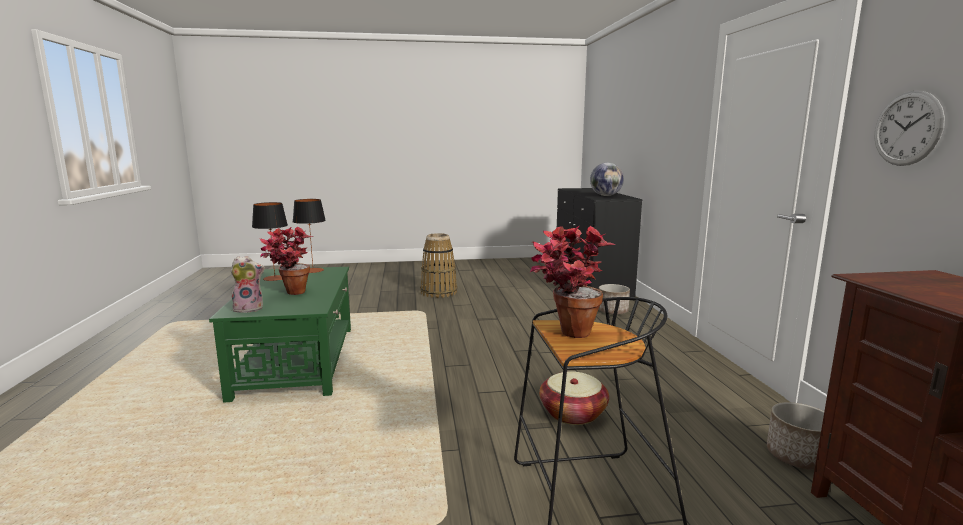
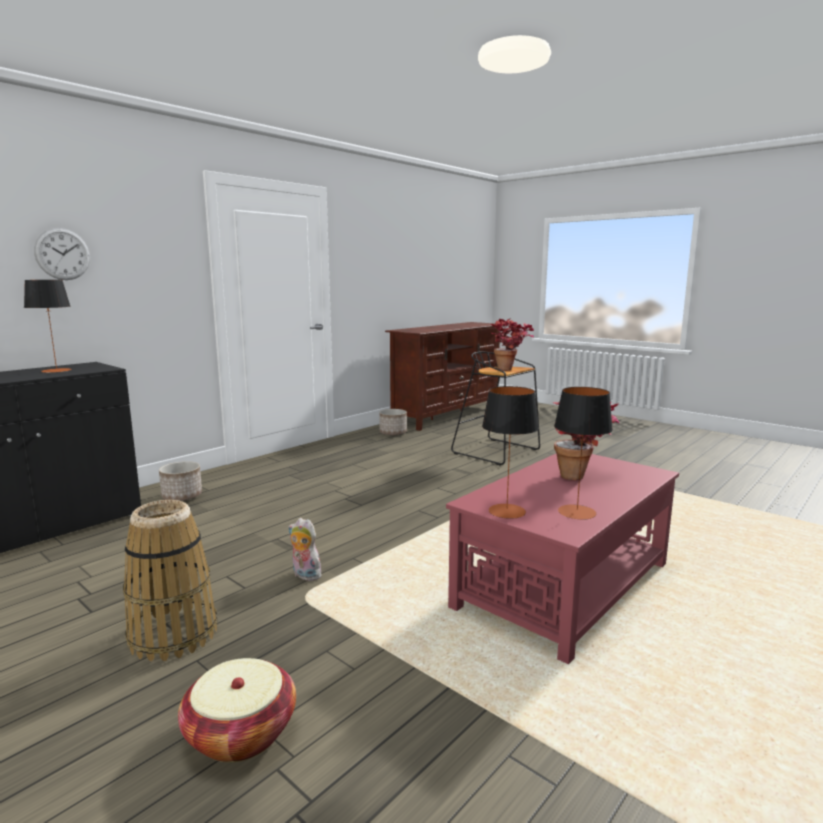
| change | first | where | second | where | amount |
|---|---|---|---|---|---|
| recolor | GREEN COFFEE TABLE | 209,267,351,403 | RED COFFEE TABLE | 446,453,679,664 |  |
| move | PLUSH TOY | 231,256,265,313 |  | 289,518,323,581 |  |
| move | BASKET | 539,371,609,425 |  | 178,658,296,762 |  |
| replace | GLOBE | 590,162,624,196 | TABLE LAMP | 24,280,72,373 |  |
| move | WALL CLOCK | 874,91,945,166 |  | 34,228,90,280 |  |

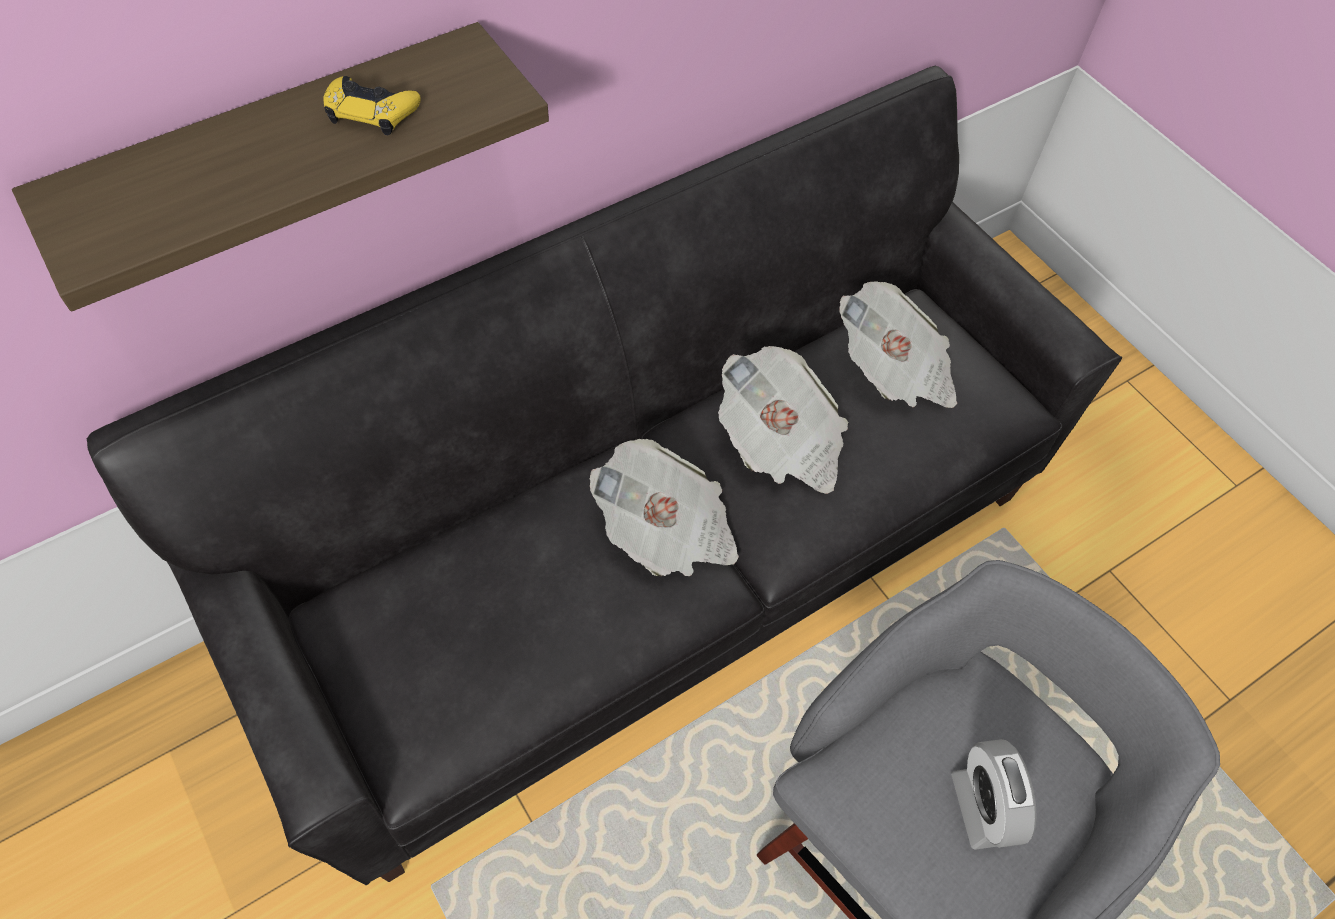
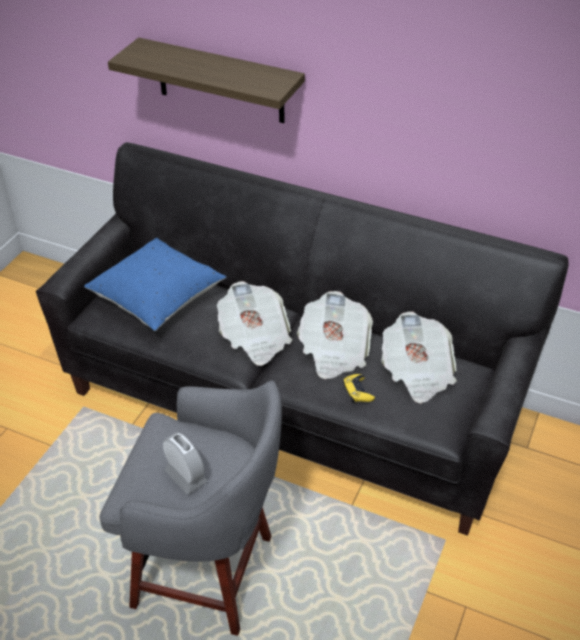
| change | first | where | second | where | amount |
|---|---|---|---|---|---|
| move | YELLOW GAME CONTROLLER | 324,76,421,135 |  | 343,374,375,403 |  |
| rotate | ALARM CLOCK | 951,739,1037,850 |  | 163,432,207,494 | 90 degrees clockwise |
| insert |  |  | BLUE PILLOW | 84,238,226,331 |  |

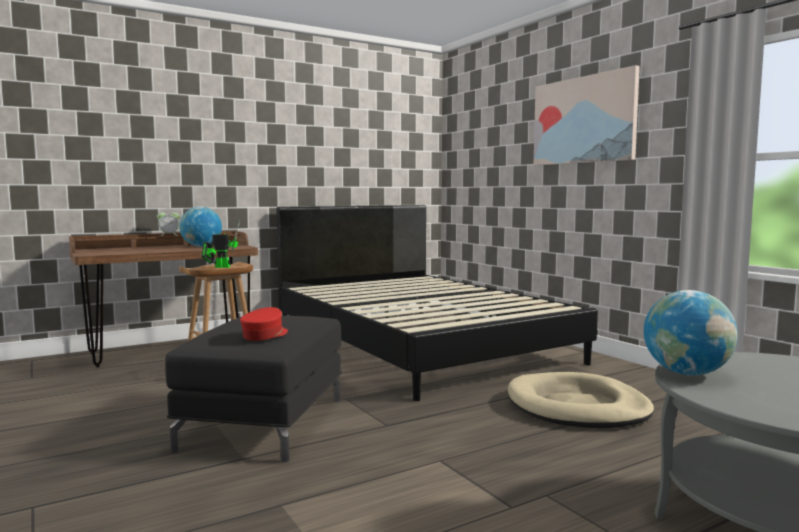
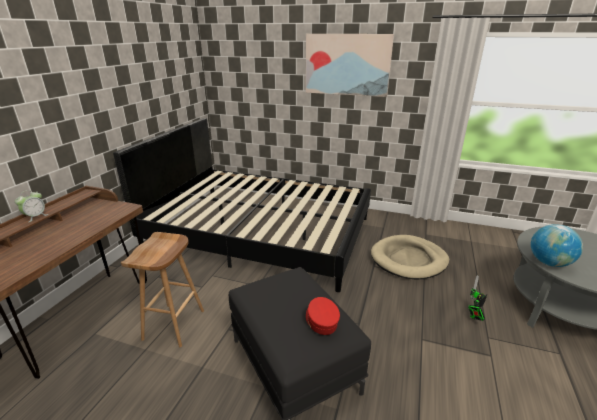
| change | first | where | second | where | amount |
|---|---|---|---|---|---|
| delete | GLOBE | 179,206,222,247 |  |  |  |
| move | TOY ROBOT | 202,219,240,268 |  | 468,275,487,321 |  |

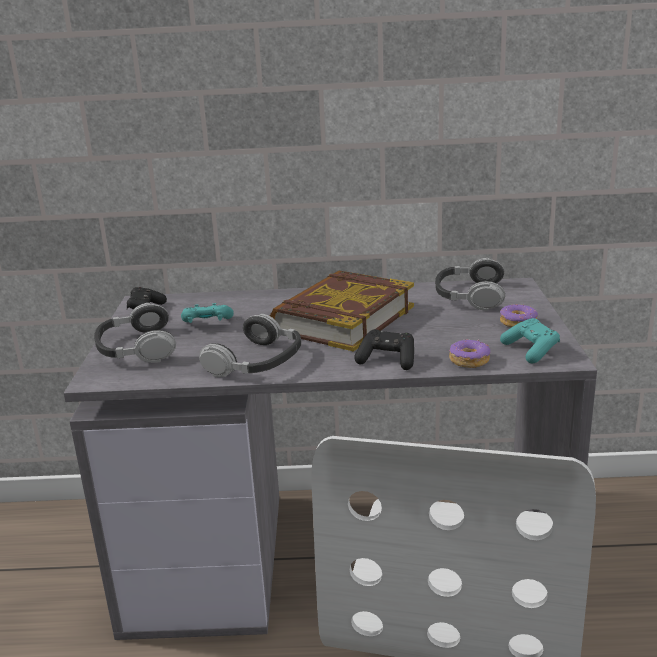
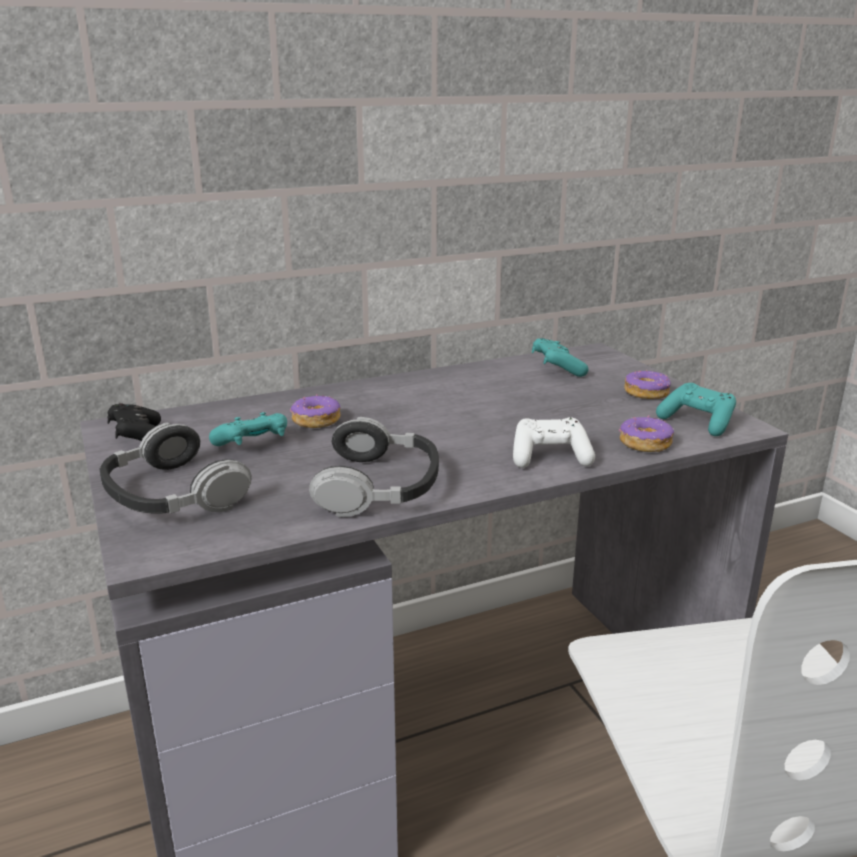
| change | first | where | second | where | amount |
|---|---|---|---|---|---|
| delete | BOOK | 270,270,414,352 |  |  |  |
| recolor | BLACK GAME CONTROLLER | 354,329,414,370 | WHITE GAME CONTROLLER | 513,417,595,468 |  |
| replace | HEADPHONES | 435,258,505,311 | TURQUOISE GAME CONTROLLER | 532,338,589,377 |  |
| insert |  |  | DONUT | 290,394,341,428 |  |

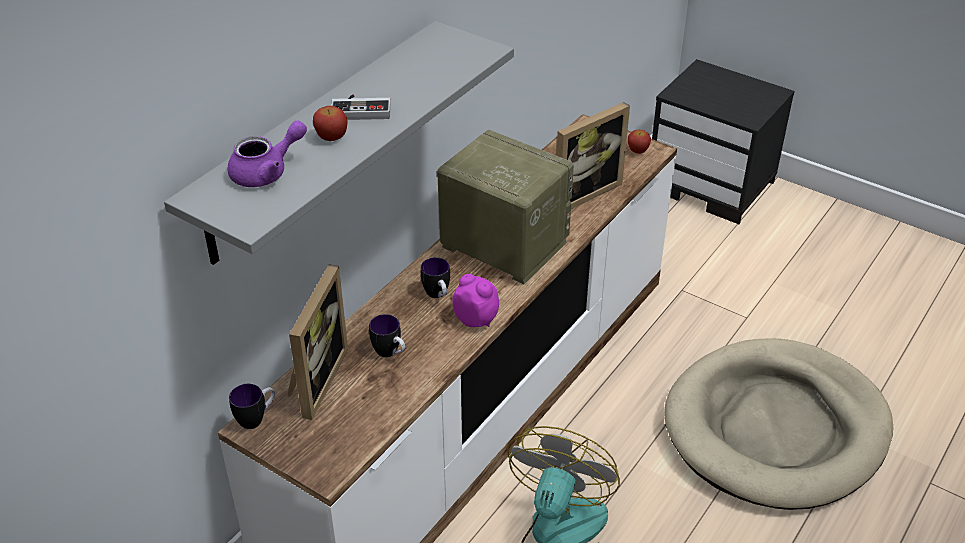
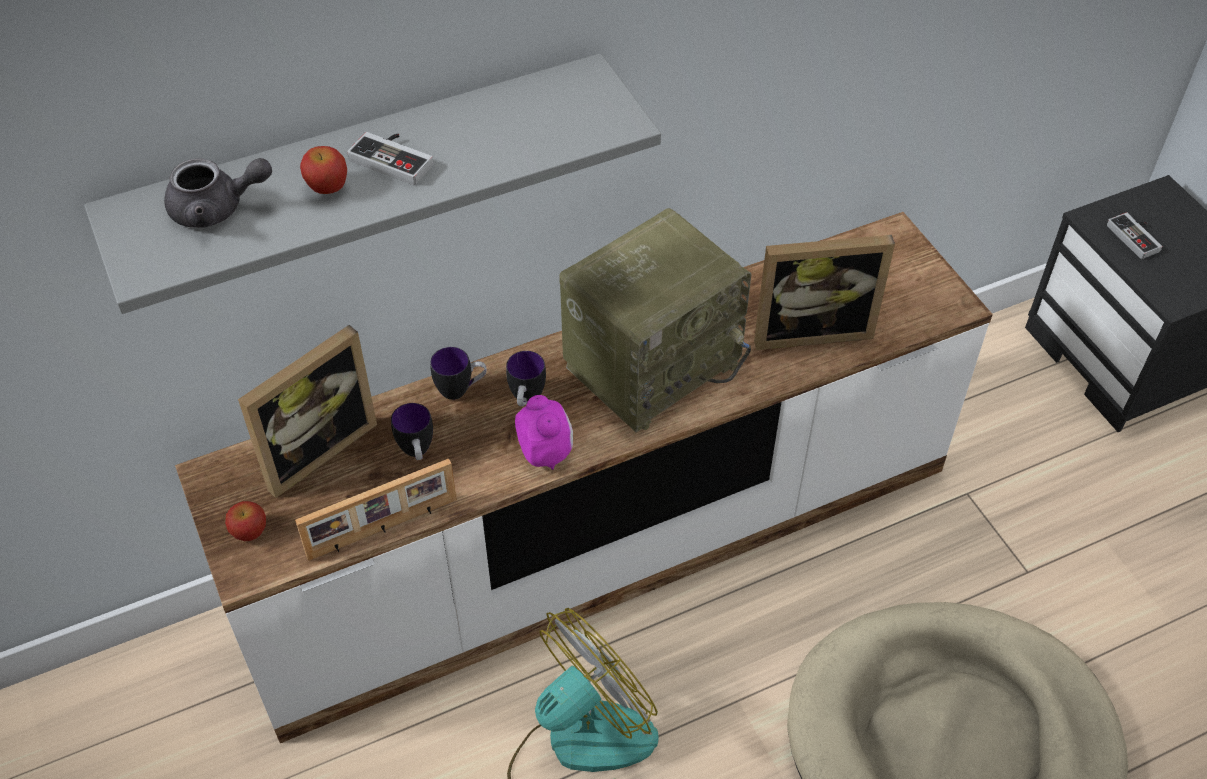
| change | first | where | second | where | amount |
|---|---|---|---|---|---|
| recolor | PURPLE TEAPOT | 227,121,307,187 | GREY TEAPOT | 164,158,272,228 |  |
| move | MUG | 229,384,275,429 |  | 430,347,487,400 |  |
| rotate | RADIO | 437,130,574,285 |  | 559,208,752,432 | 75 degrees clockwise |
| move | APPLE | 628,130,651,154 |  | 225,501,266,541 |  |
| insert |  |  | PICTURE FRAME | 295,458,457,561 |  |
| insert |  |  | GAME CONTROLLER | 1107,212,1162,259 |  |

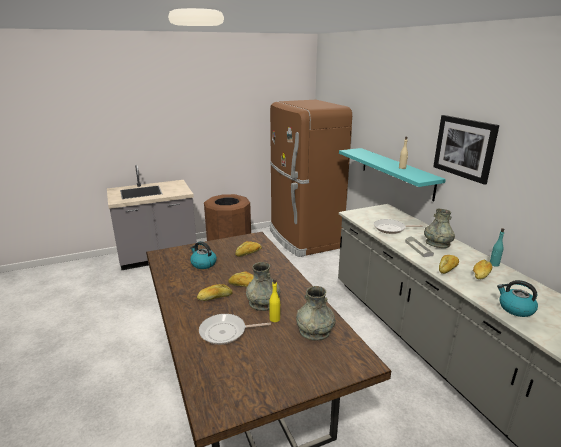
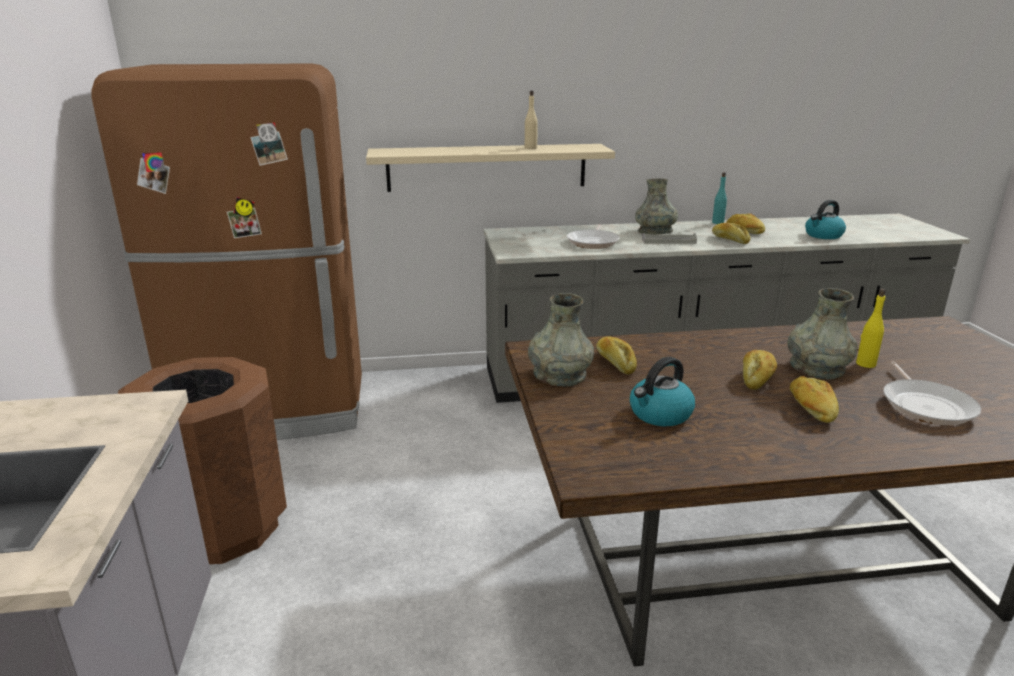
| change | first | where | second | where | amount |
|---|---|---|---|---|---|
| move | GREY VASE | 296,286,336,341 |  | 528,293,594,387 |  |
| recolor | TURQUOISE SHELF | 339,148,446,201 | BEIGE SHELF | 366,144,615,192 |  |
| delete | PICTURE | 433,115,499,185 |  |  |  |

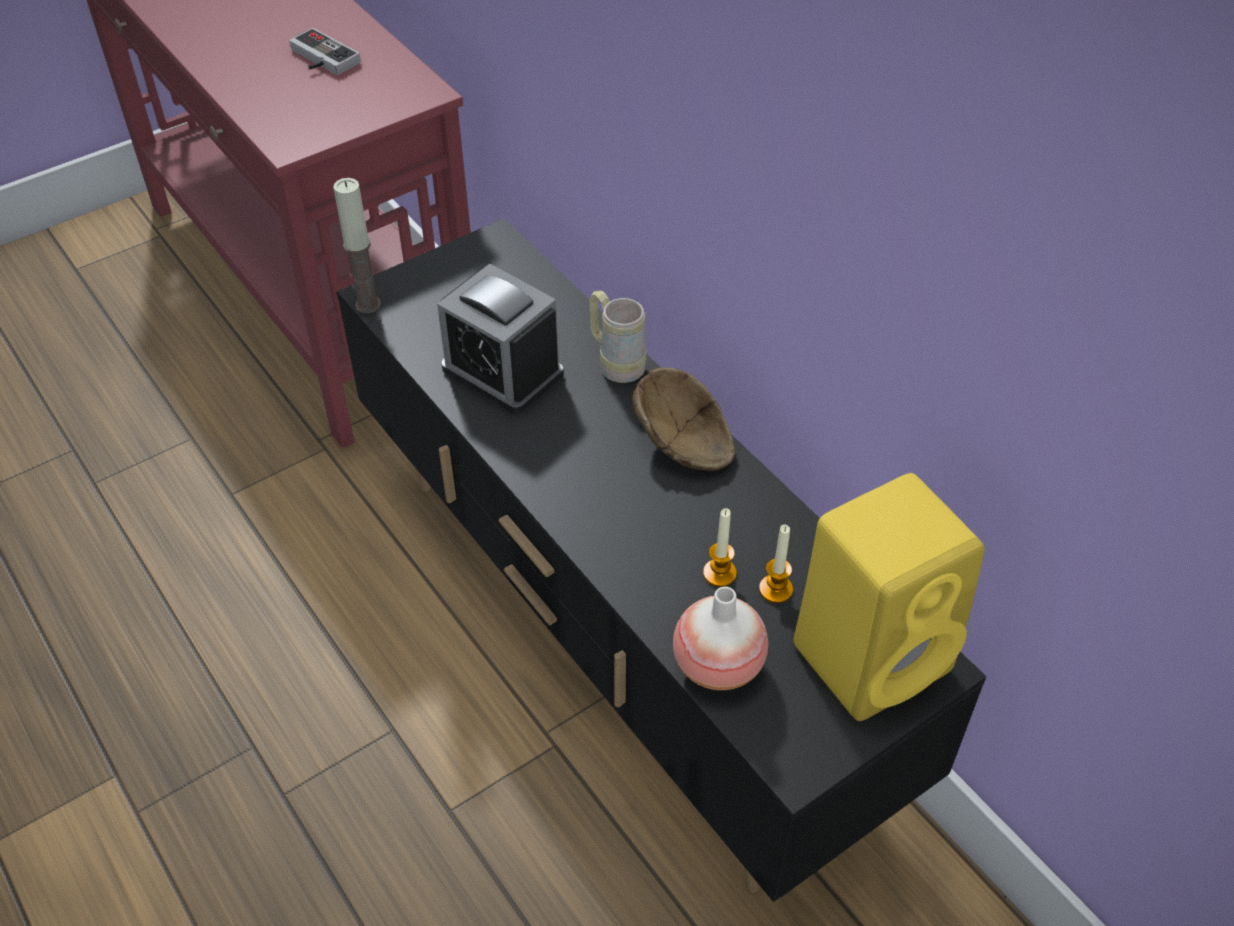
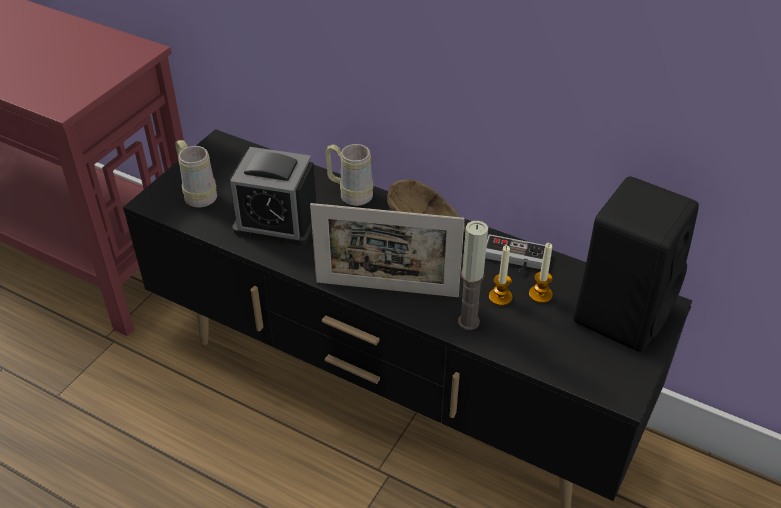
| change | first | where | second | where | amount |
|---|---|---|---|---|---|
| move | GAME CONTROLLER | 289,28,360,75 |  | 485,234,545,272 |  |
| move | CANDLE | 333,178,381,314 |  | 458,221,488,330 |  |
| delete | VASE | 673,587,768,690 |  |  |  |
| recolor | YELLOW SPEAKER | 793,473,985,721 | BLACK SPEAKER | 573,176,699,352 |  |
| insert |  |  | BEIGE MUG | 176,140,217,208 |  |
| insert |  |  | PICTURE FRAME | 310,203,465,297 |  |

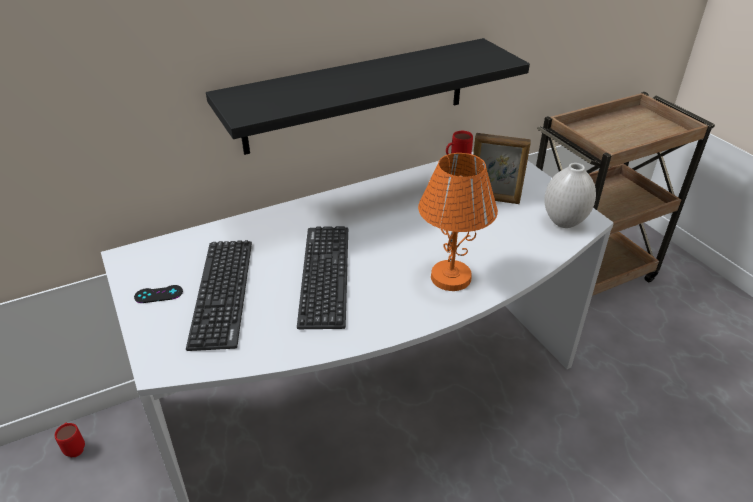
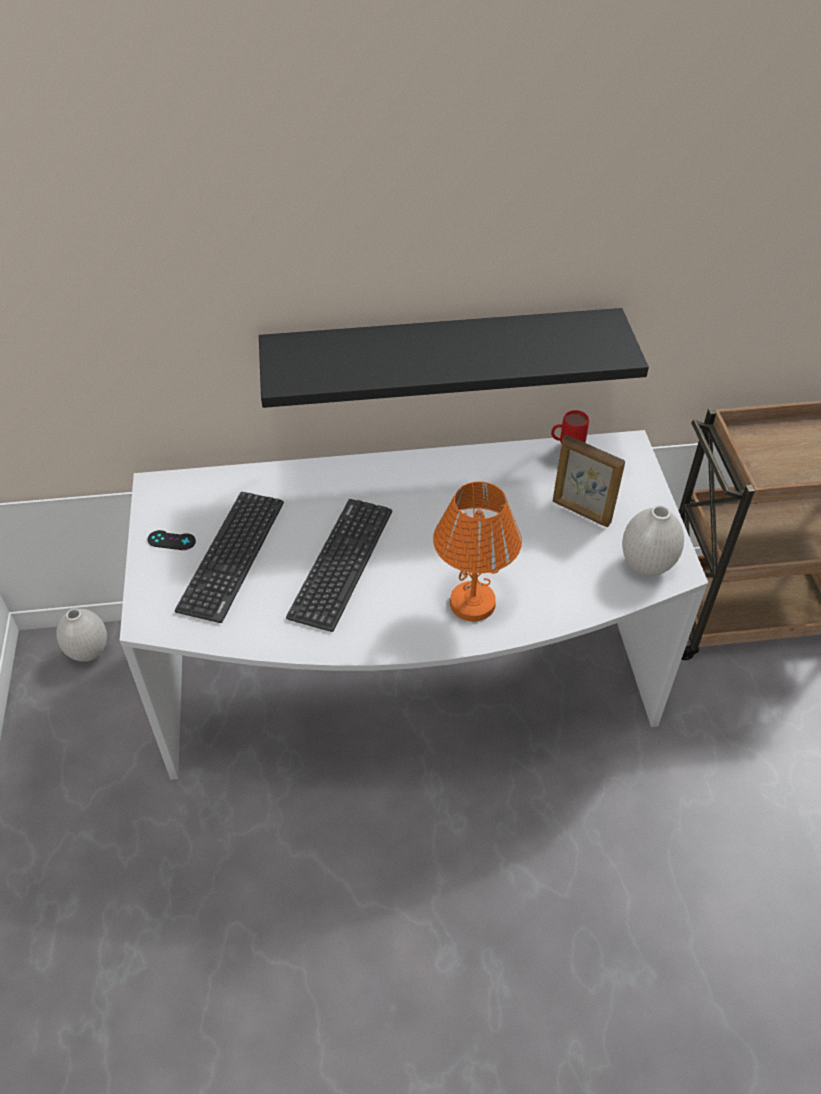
| change | first | where | second | where | amount |
|---|---|---|---|---|---|
| replace | RED MUG | 55,422,85,457 | WHITE VASE | 57,608,107,662 |  |

